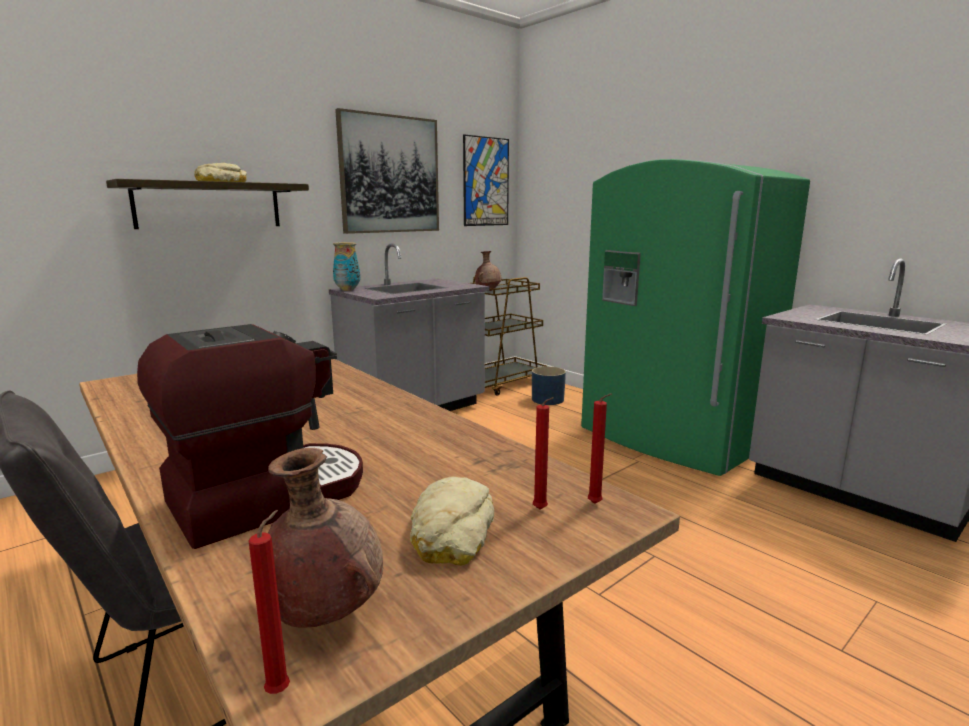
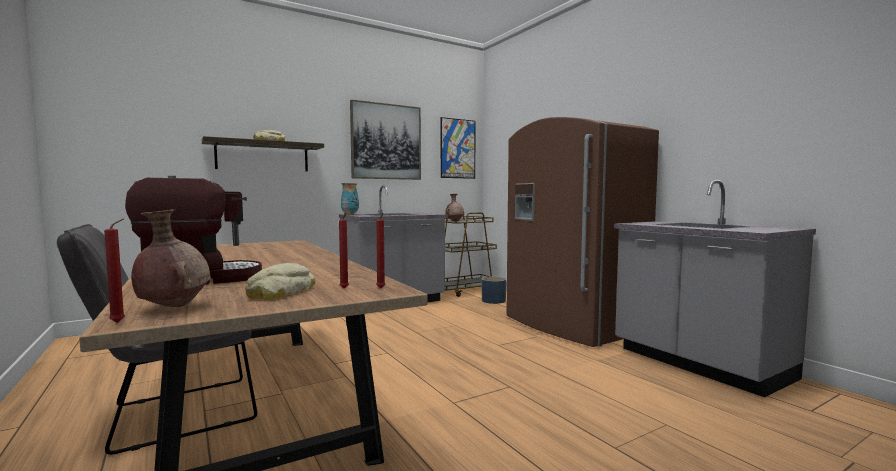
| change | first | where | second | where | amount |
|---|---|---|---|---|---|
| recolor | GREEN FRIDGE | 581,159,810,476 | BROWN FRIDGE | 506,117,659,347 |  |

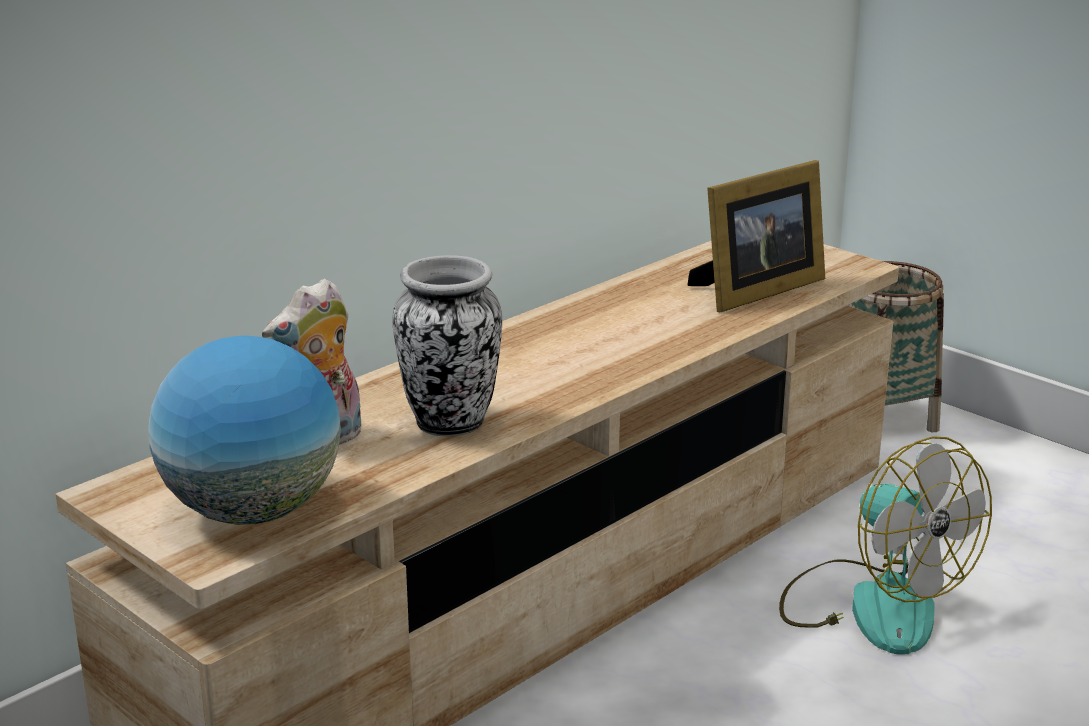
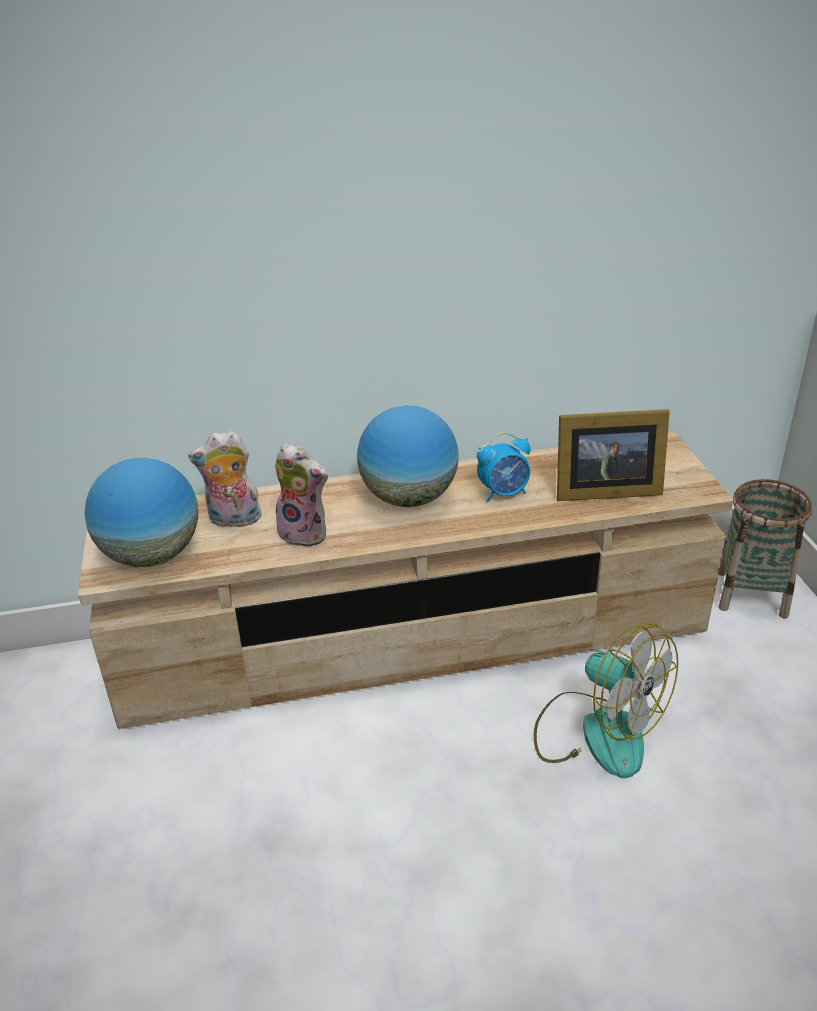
| change | first | where | second | where | amount |
|---|---|---|---|---|---|
| replace | VASE | 392,255,502,436 | PLUSH TOY | 275,443,329,548 |  |
| rotate | FAN | 779,436,992,655 |  | 534,623,678,778 | 45 degrees counterclockwise |
| insert |  |  | GLOBE | 357,405,459,507 |  |
| insert |  |  | ALARM CLOCK | 477,432,530,502 |  |

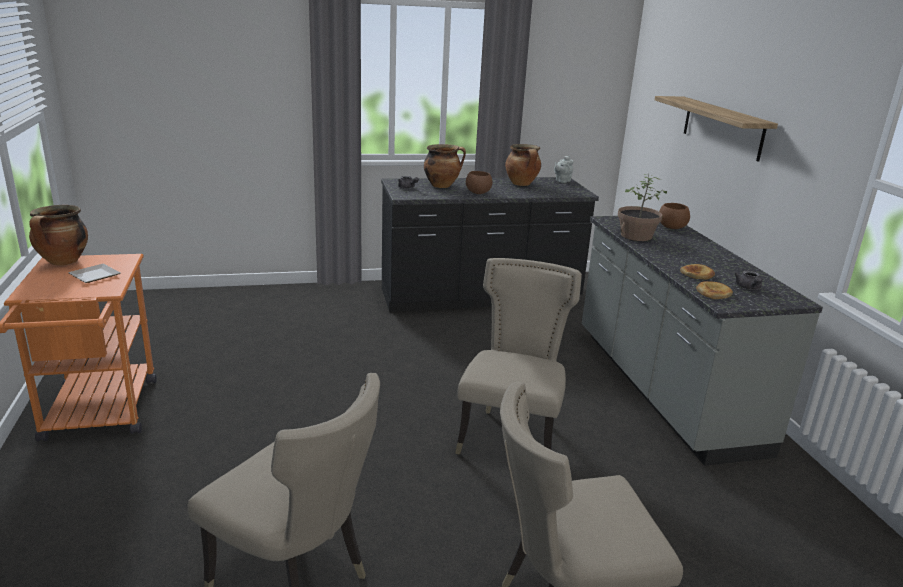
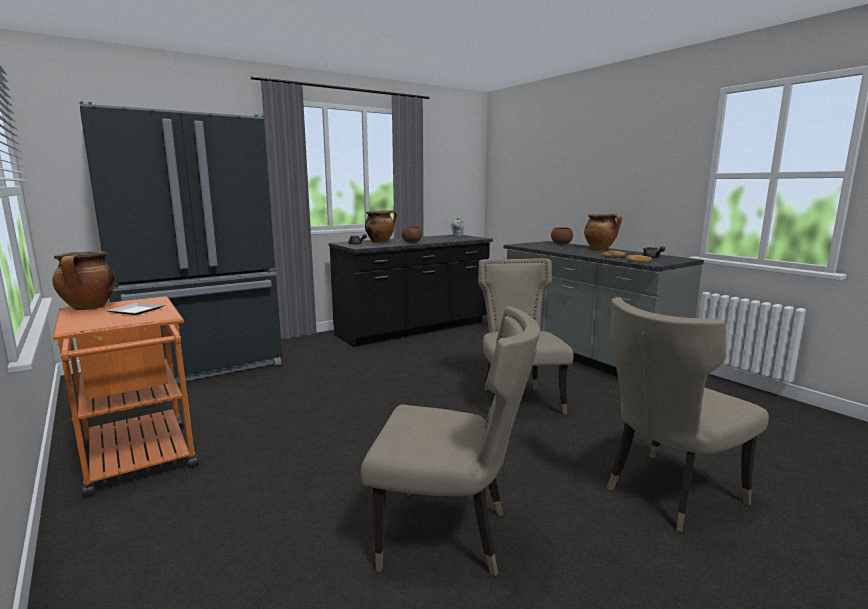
| change | first | where | second | where | amount |
|---|---|---|---|---|---|
| move | COOKING POT | 505,144,541,186 |  | 584,214,622,250 |  |
| delete | POTTED PLANT | 618,174,667,241 |  |  |  |
| delete | SHELF | 655,96,778,162 |  |  |  |
| insert |  |  | BLACK FRIDGE | 80,102,282,391 |  |

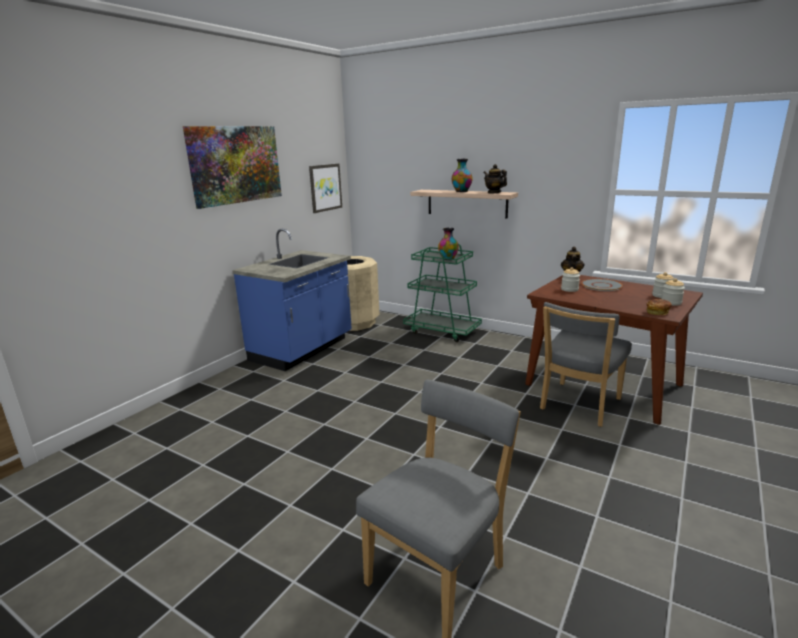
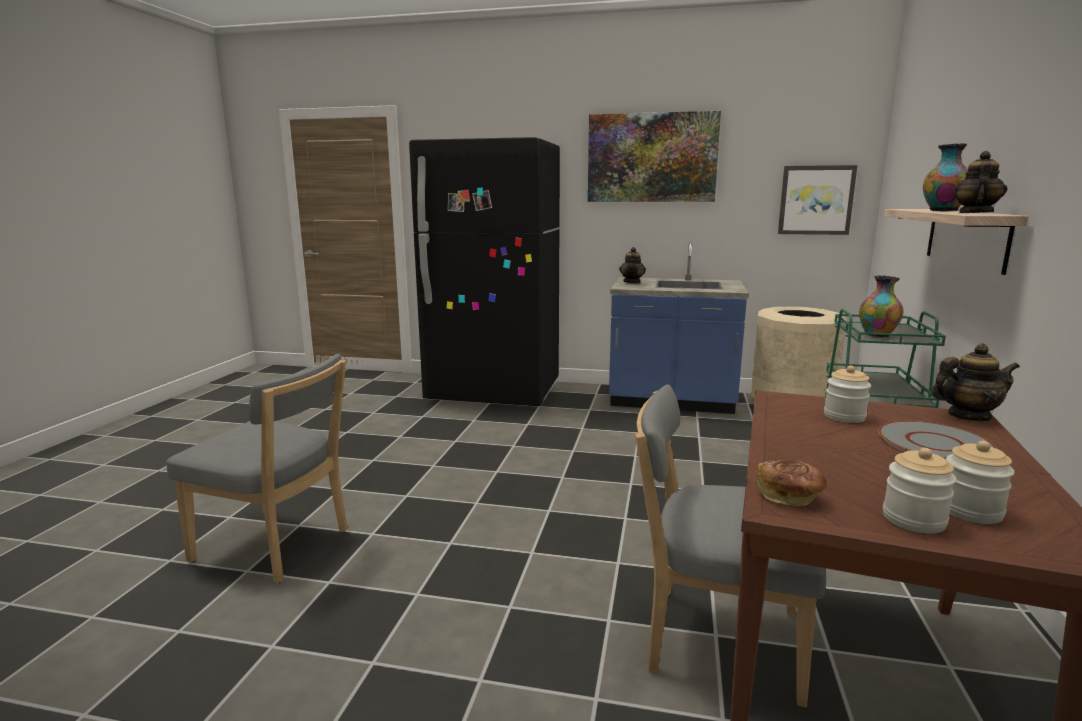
| change | first | where | second | where | amount |
|---|---|---|---|---|---|
| insert |  |  | BLACK FRIDGE | 409,137,560,406 |  |
| insert |  |  | TEAPOT | 619,247,646,283 |  |

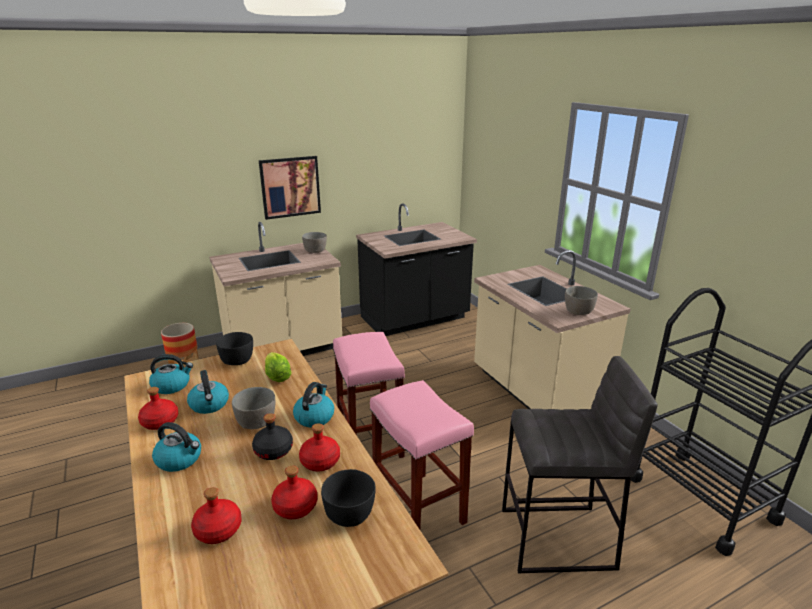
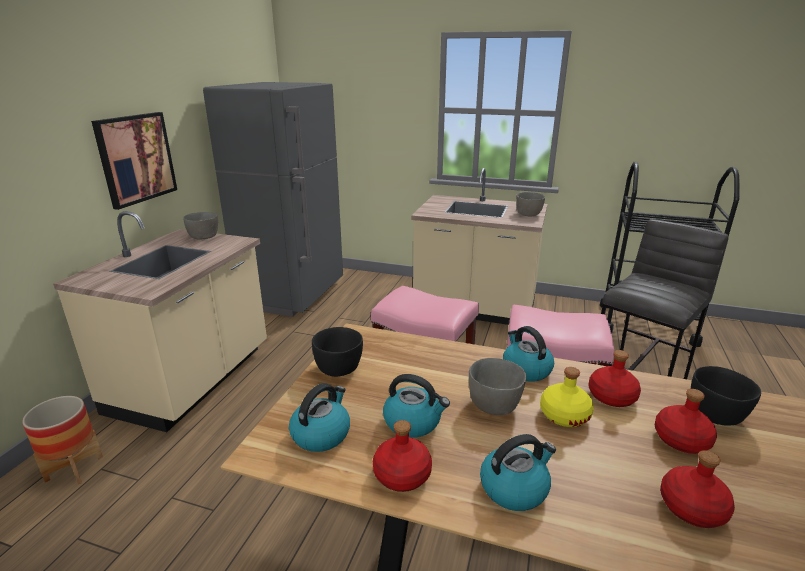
| change | first | where | second | where | amount |
|---|---|---|---|---|---|
| recolor | BLACK BOTTLE | 252,413,293,460 | YELLOW BOTTLE | 540,367,594,427 |  |
| delete | LETTUCE | 265,352,292,382 |  |  |  |
| replace | BLACK COUNTER | 356,203,477,336 | GREY FRIDGE | 203,82,343,317 |  |

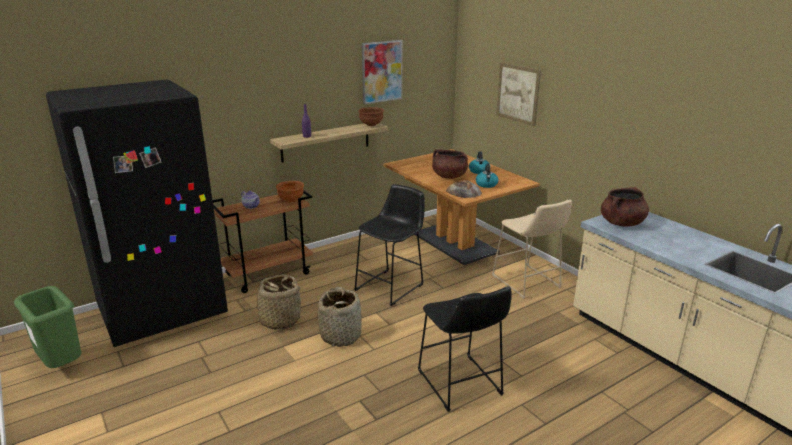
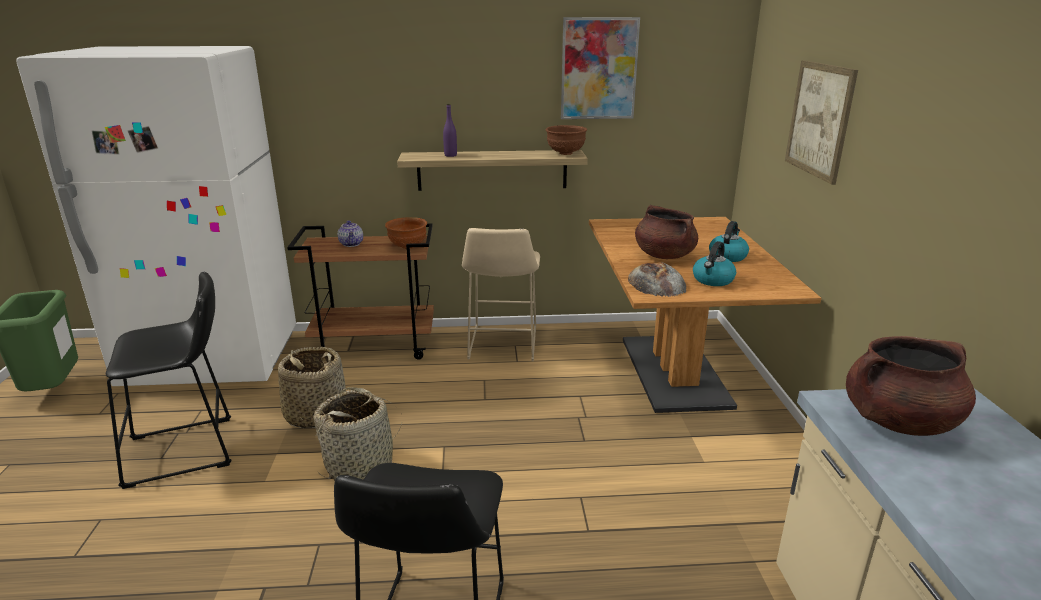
| change | first | where | second | where | amount |
|---|---|---|---|---|---|
| recolor | BLACK FRIDGE | 46,80,228,347 | WHITE FRIDGE | 16,46,296,386 |  |
| move | BLACK STOOL | 354,184,425,306 |  | 106,271,231,489 |  |
| move | BEIGE STOOL | 492,199,572,299 |  | 462,228,540,361 |  |

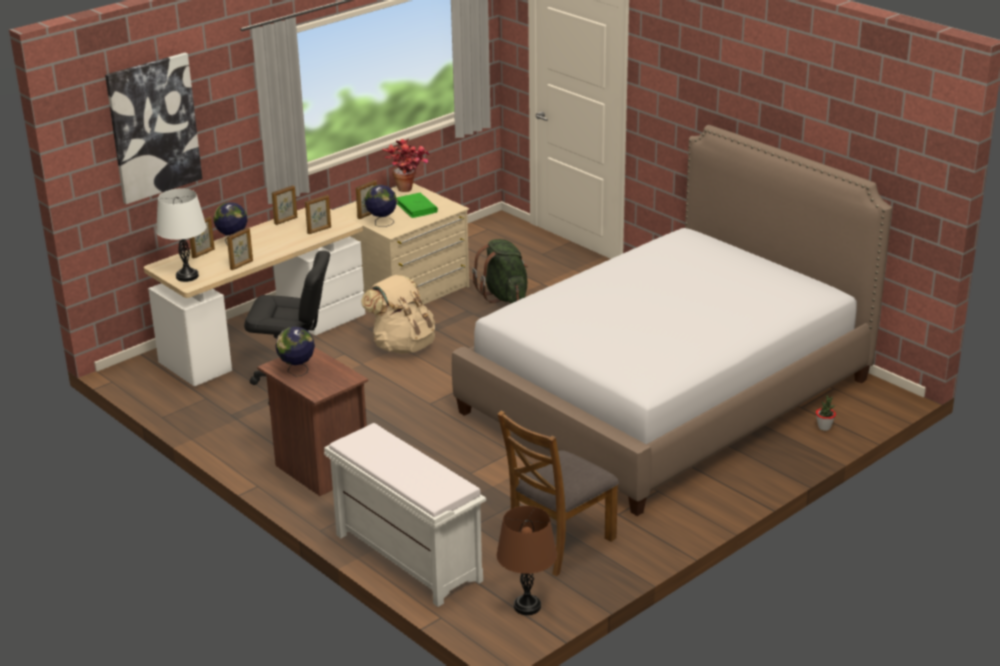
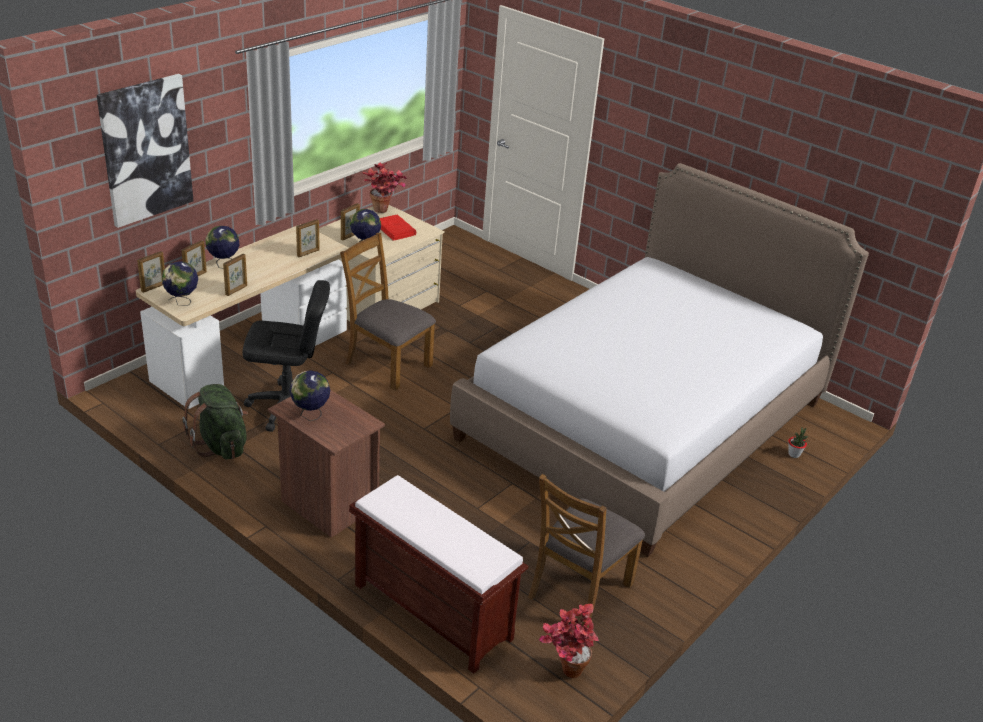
| change | first | where | second | where | amount |
|---|---|---|---|---|---|
| replace | WHITE TABLE LAMP | 156,188,206,282 | GLOBE | 161,261,198,305 |  |
| move | PICTURE FRAME | 272,185,297,225 |  | 137,251,165,293 |  |
| recolor | WHITE BENCH | 324,423,486,607 | BROWN BENCH | 349,475,528,674 |  |
| replace | BEIGE BACKPACK | 361,275,435,354 | BROWN CHAIR | 340,233,436,391 |  |
| recolor | GREEN BOOK | 397,192,438,218 | RED BOOK | 380,215,416,241 |  |
| move | GREEN BACKPACK | 472,239,528,303 |  | 182,384,248,460 |  |
| replace | BROWN TABLE LAMP | 497,506,557,615 | POTTED PLANT | 539,604,599,678 |  |

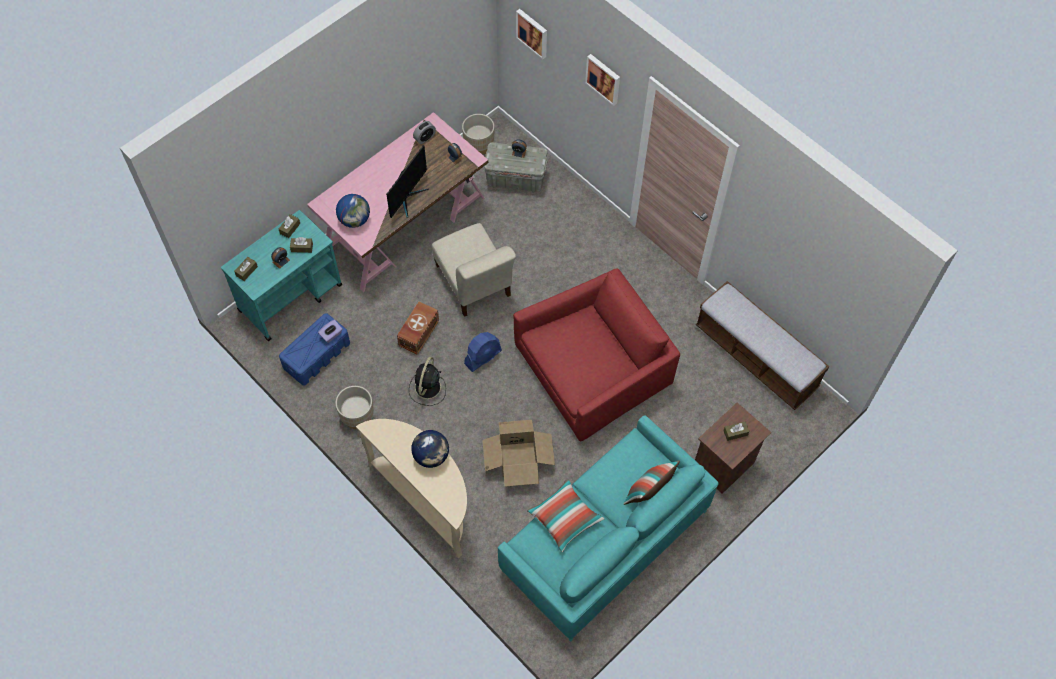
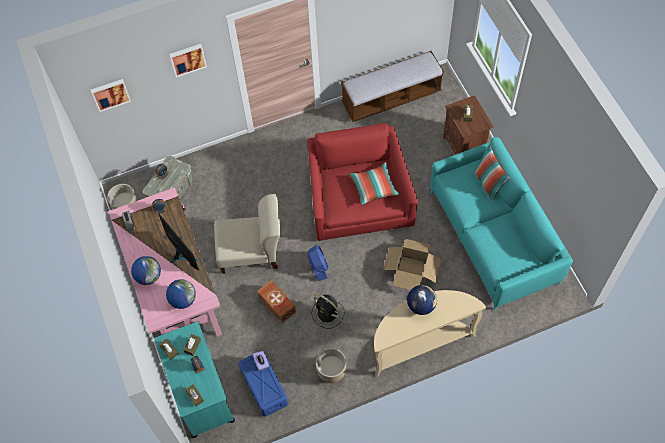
| change | first | where | second | where | amount |
|---|---|---|---|---|---|
| move | PILLOW | 527,479,604,552 |  | 349,162,399,205 |  |
| insert |  |  | GLOBE | 131,256,161,285 |  |

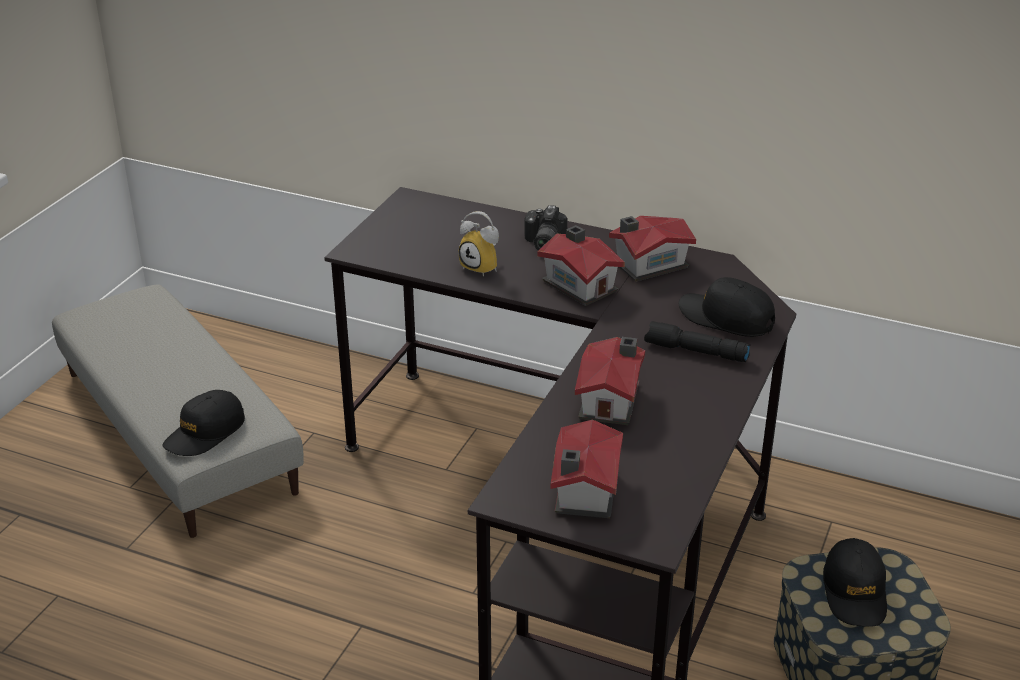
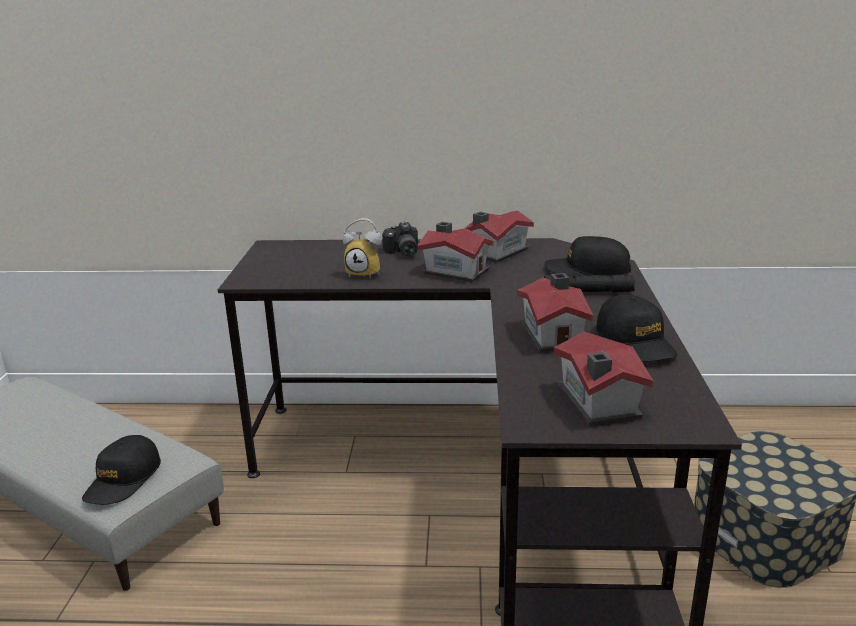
| change | first | where | second | where | amount |
|---|---|---|---|---|---|
| move | BLACK CAP | 823,538,887,627 |  | 596,294,677,362 |  |

